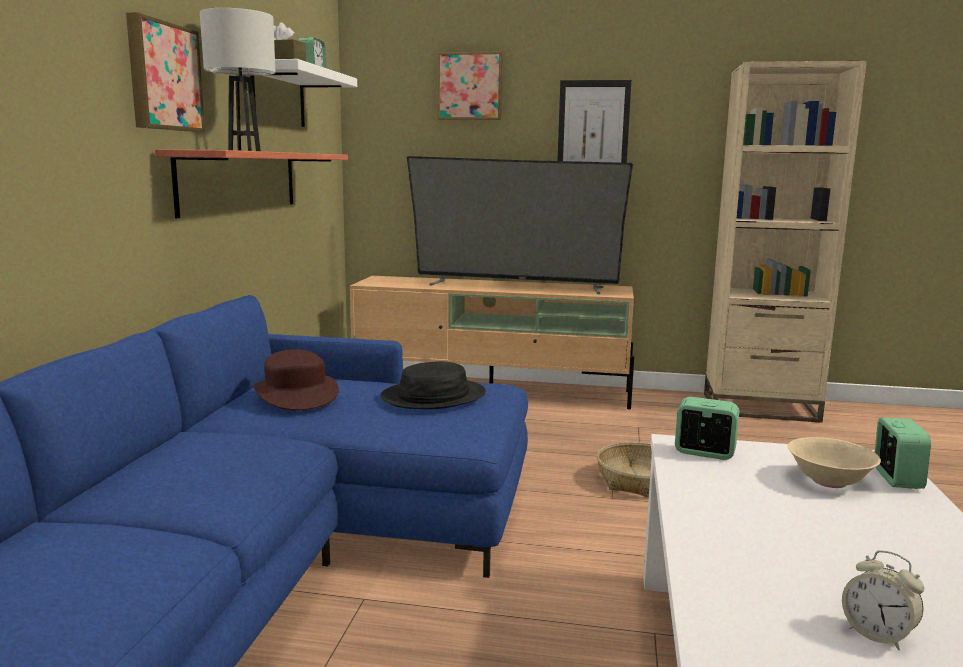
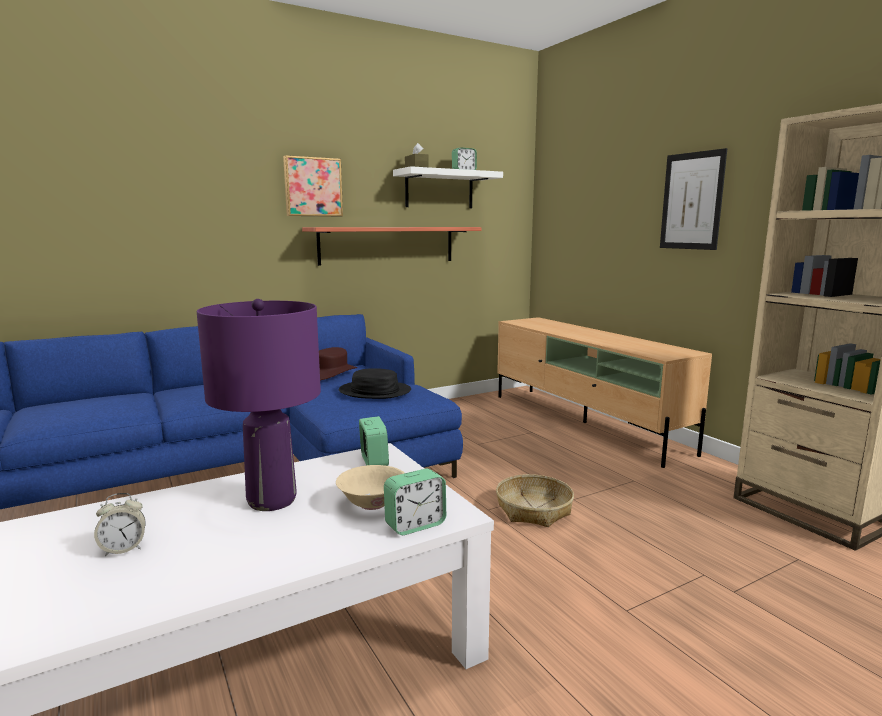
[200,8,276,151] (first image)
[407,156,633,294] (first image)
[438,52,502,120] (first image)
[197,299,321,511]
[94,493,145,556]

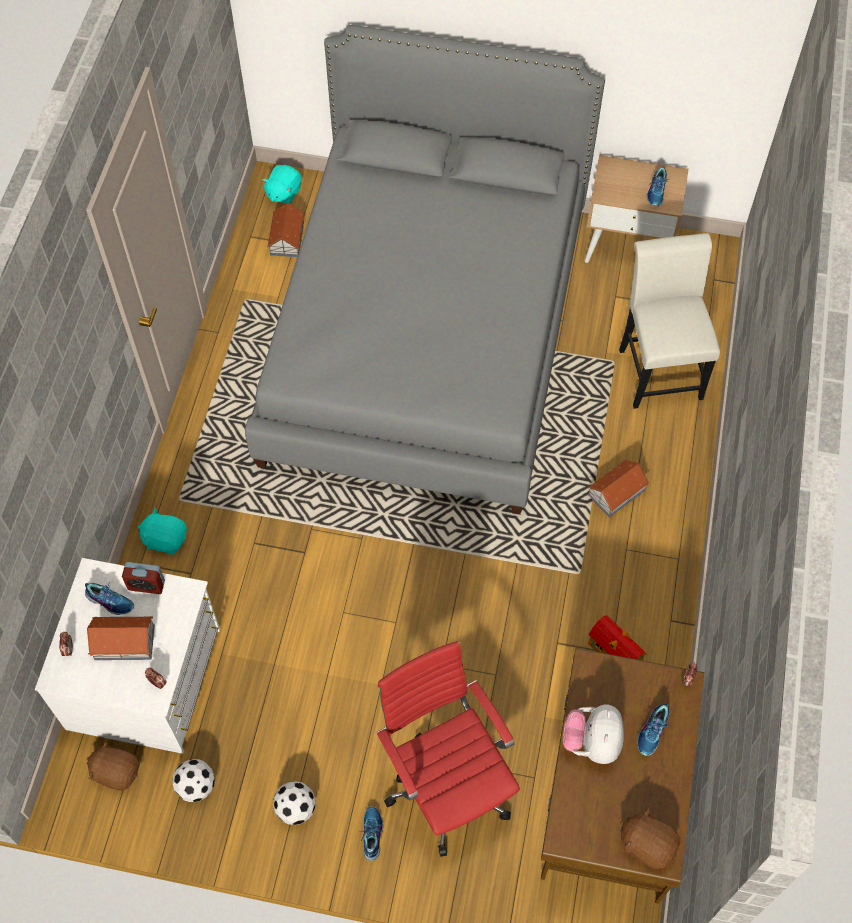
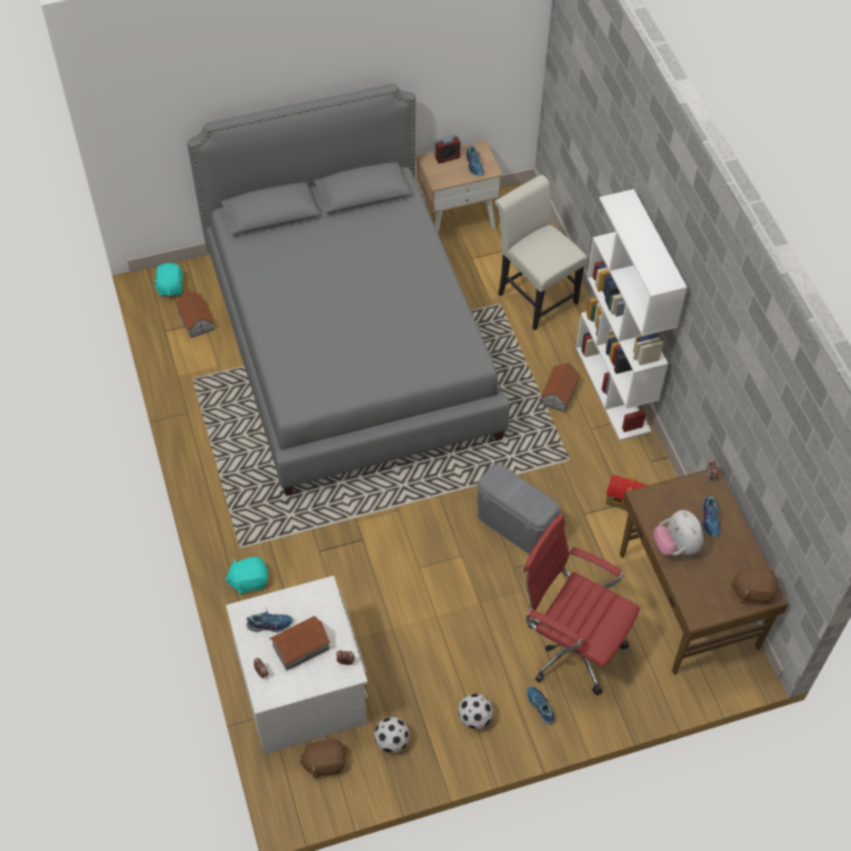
[476,464,560,554]
[576,189,687,441]
[434,134,460,164]

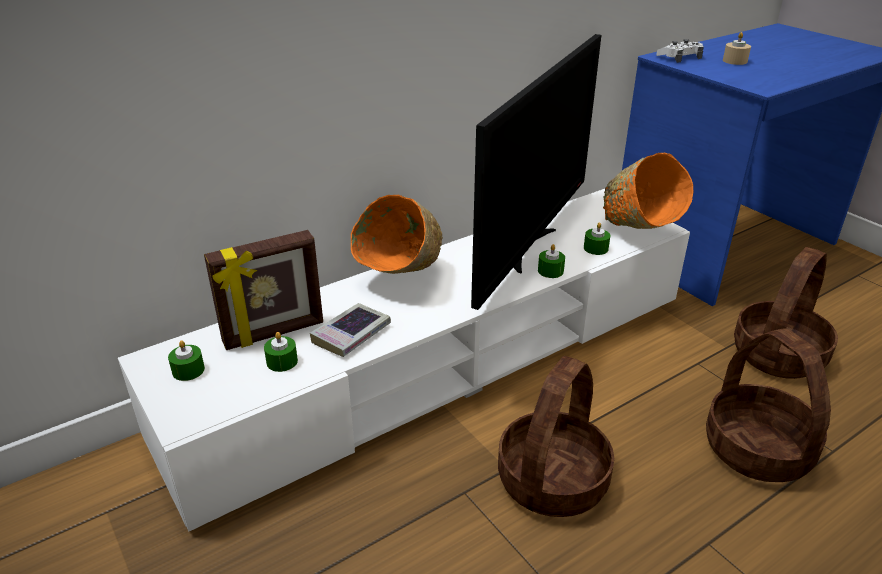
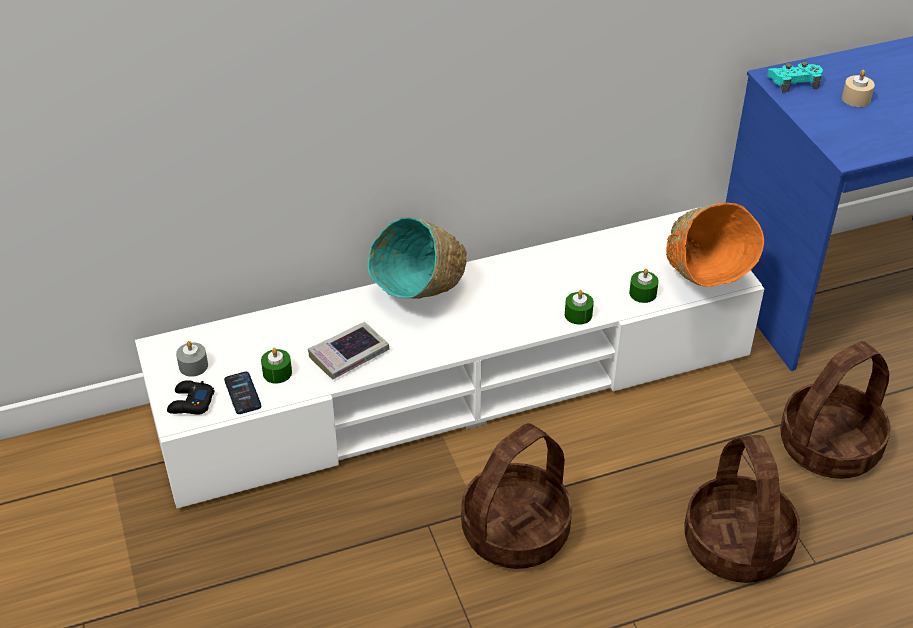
[204,230,323,350] (first image)
[471,34,601,310] (first image)
[167,380,215,414]
[224,372,261,414]
[176,341,208,377]
[368,217,467,299]
[767,61,823,92]

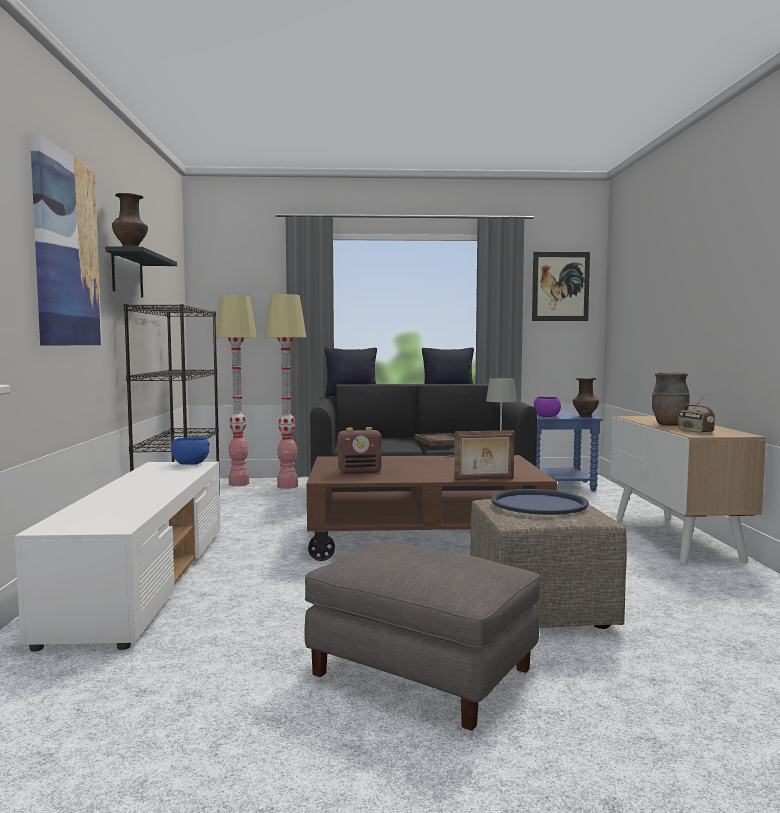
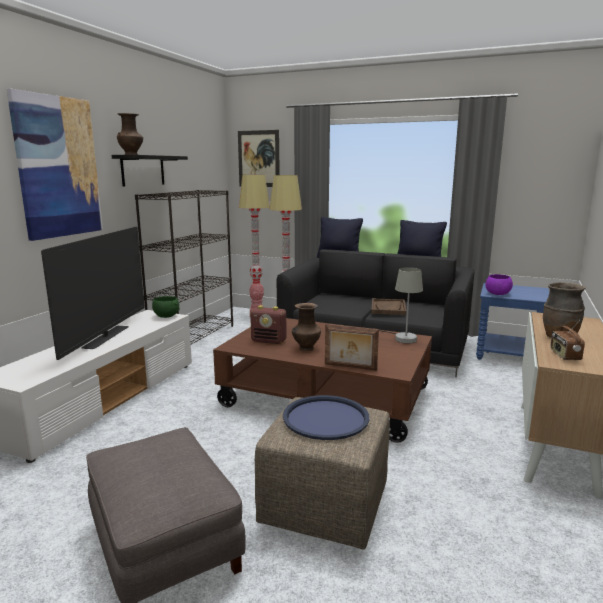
[41,227,145,360]
[238,130,280,187]
[292,303,321,351]
[152,296,180,318]

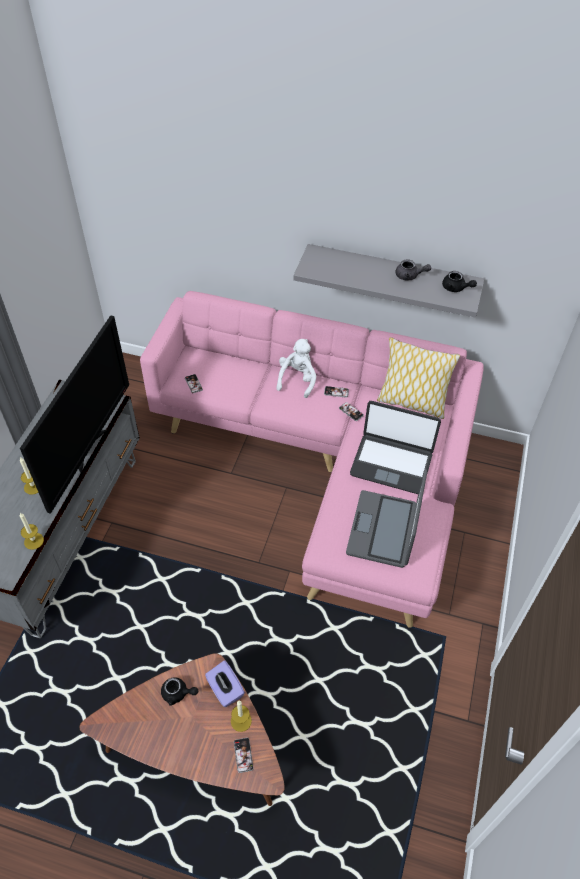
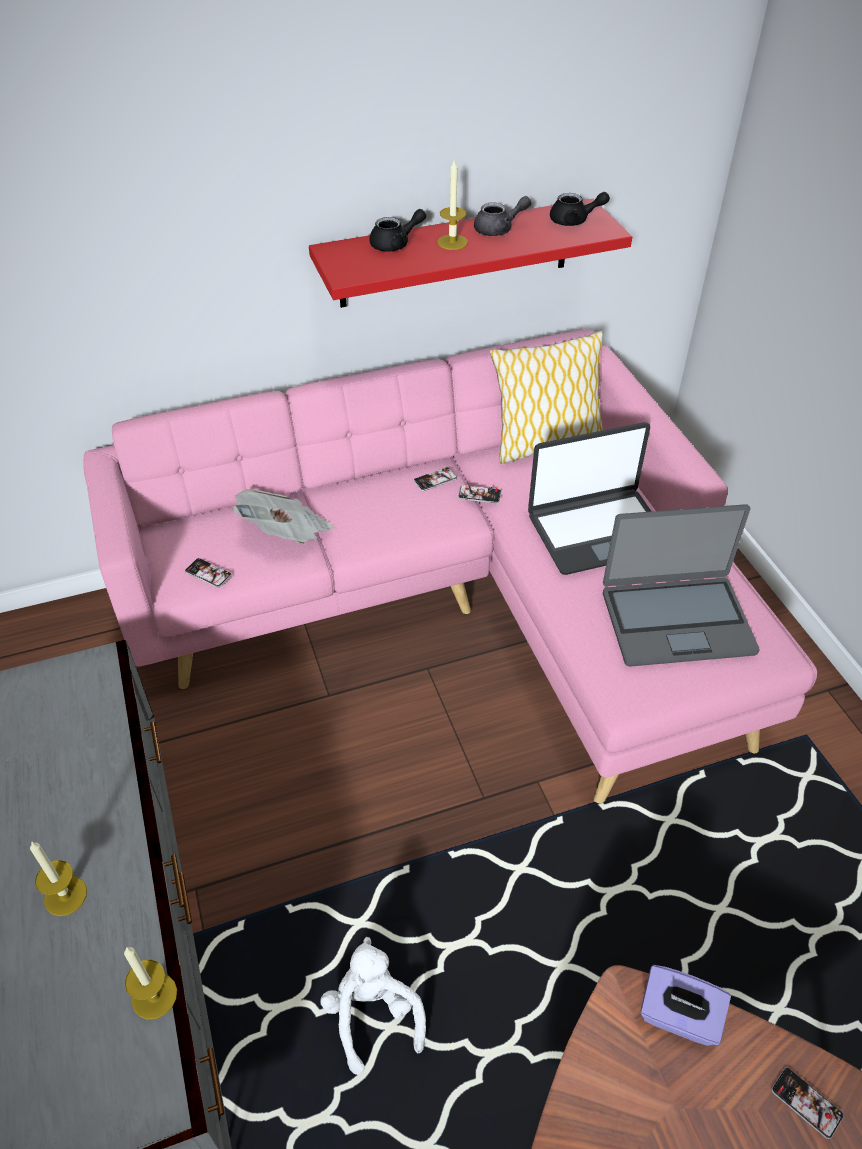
[20,315,129,514] (first image)
[232,489,334,543]
[369,209,426,251]
[437,160,468,250]
[320,937,426,1075]
[309,199,632,308]
[603,504,760,667]

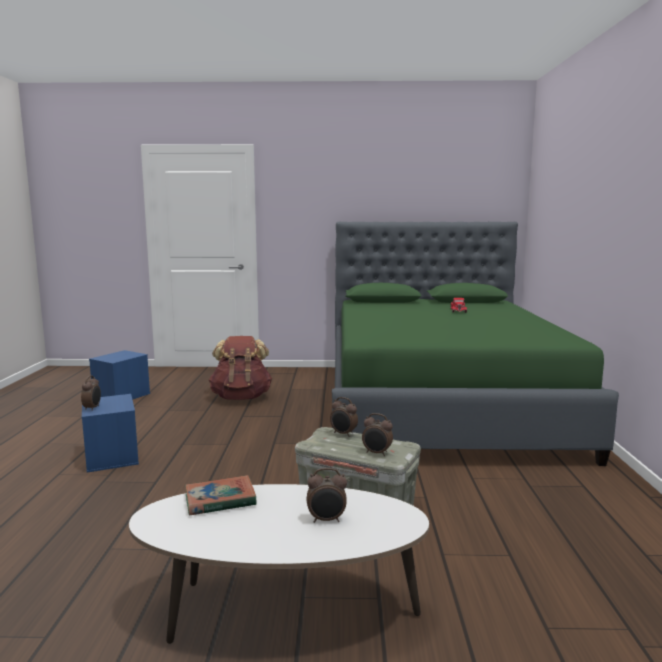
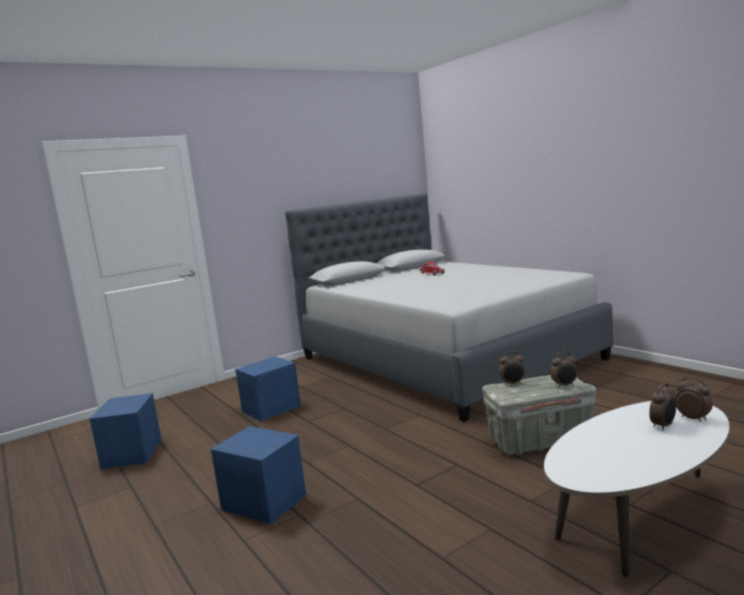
[185,475,257,516] (first image)
[675,377,713,422]
[235,357,301,421]
[285,193,613,422]

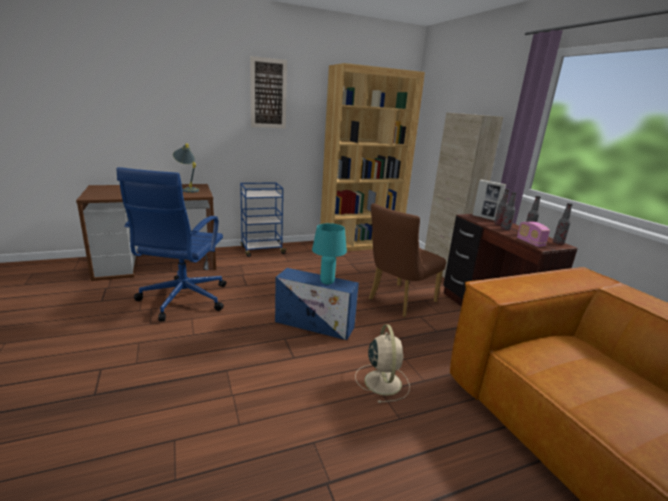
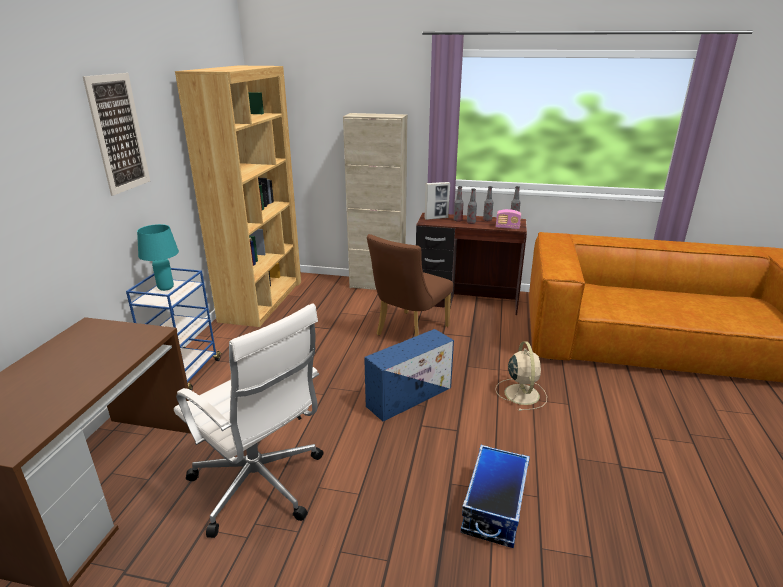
[173,143,199,193] (first image)
[461,445,530,548]
[137,224,179,291]
[174,303,324,538]
[495,341,547,411]
[367,234,453,337]

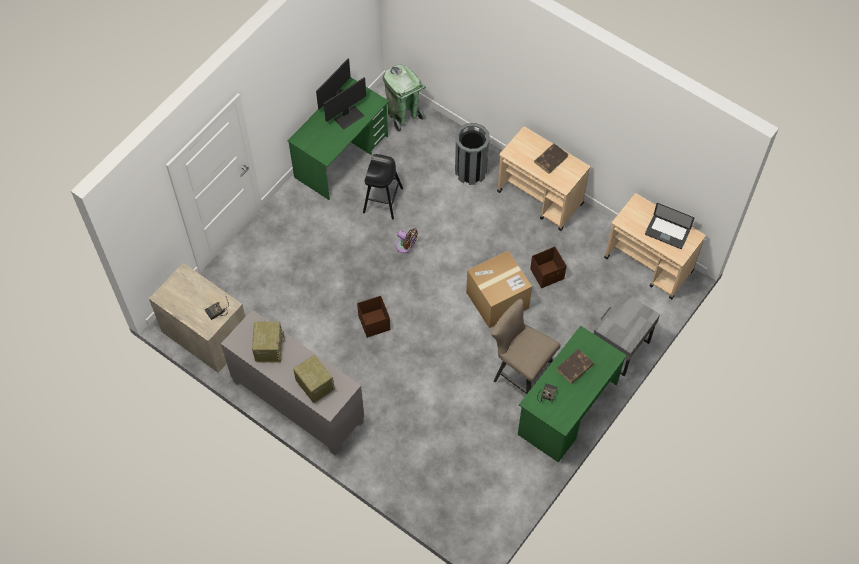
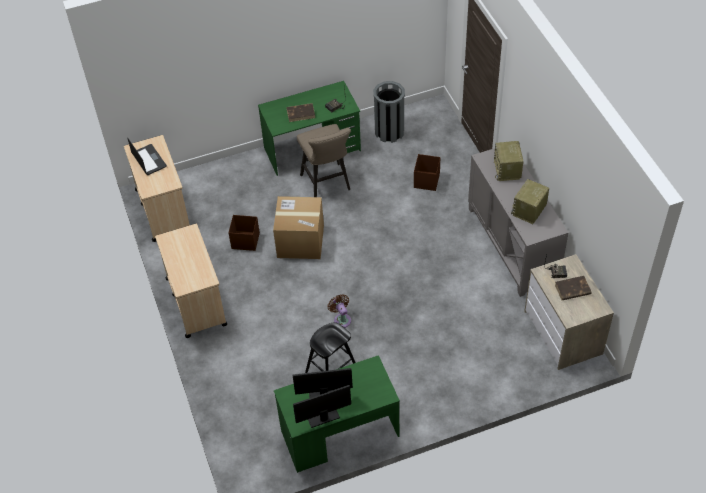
[383,64,426,132] (first image)
[594,292,660,376] (first image)
[414,154,440,191]
[373,81,405,143]
[555,276,592,300]

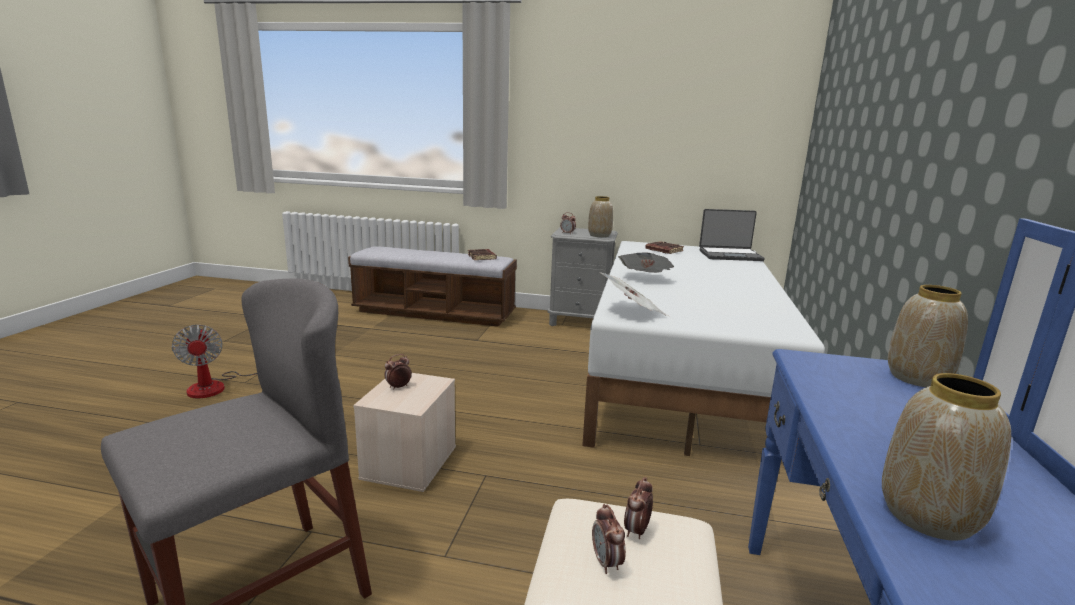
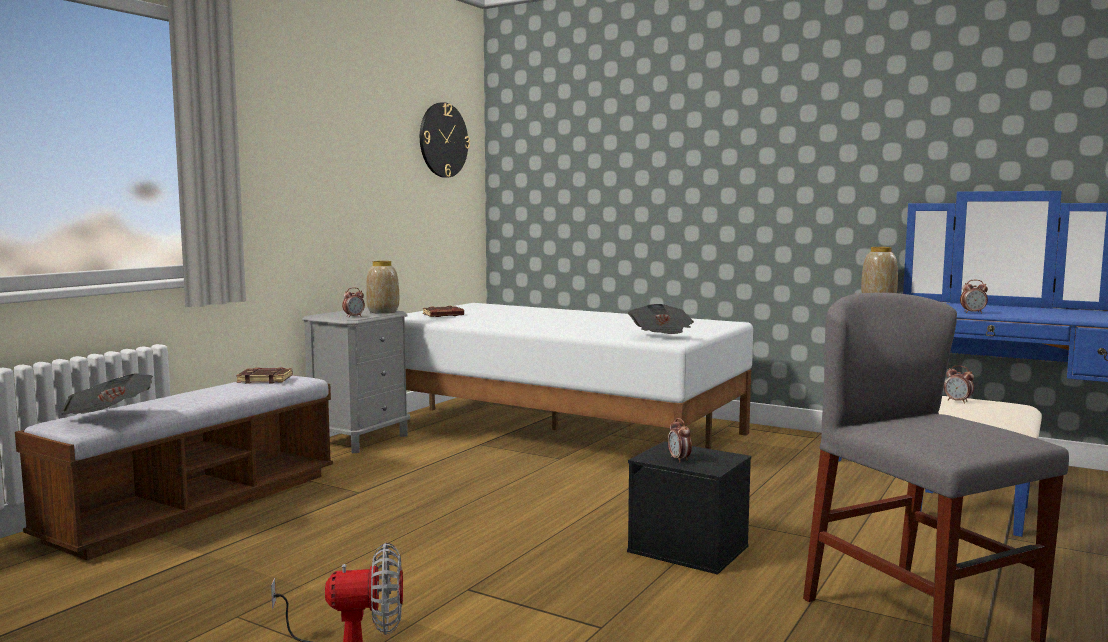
[699,209,765,261] (first image)
[882,373,1011,541] (first image)
[420,102,470,178]
[960,280,988,313]
[61,373,153,415]
[627,441,751,575]

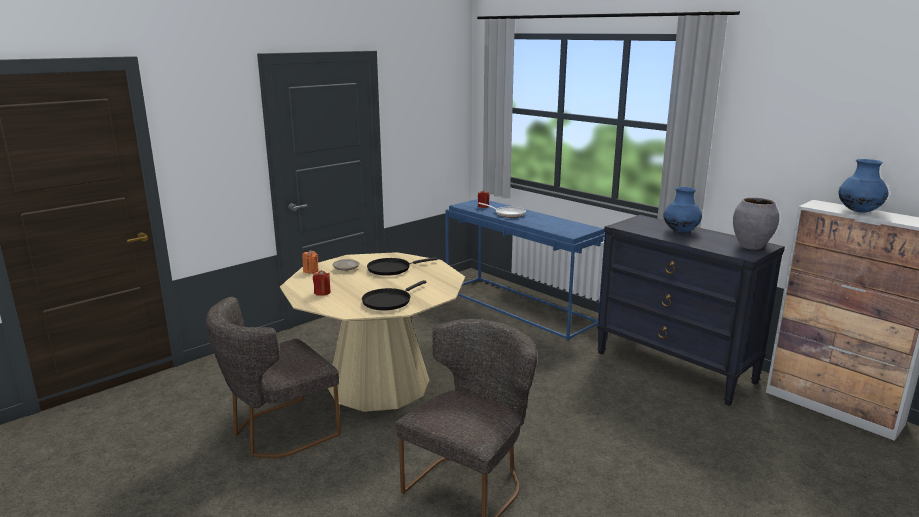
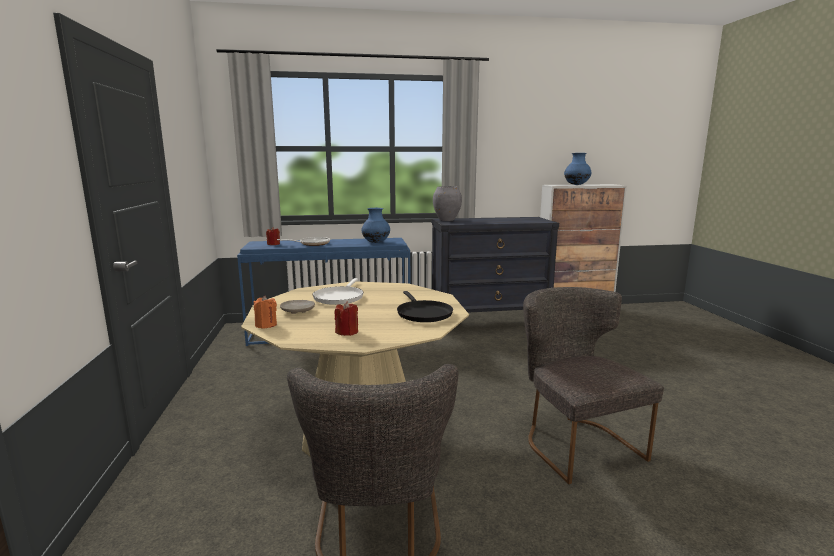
[361,208,390,243]
[433,186,462,221]
[312,278,364,305]

